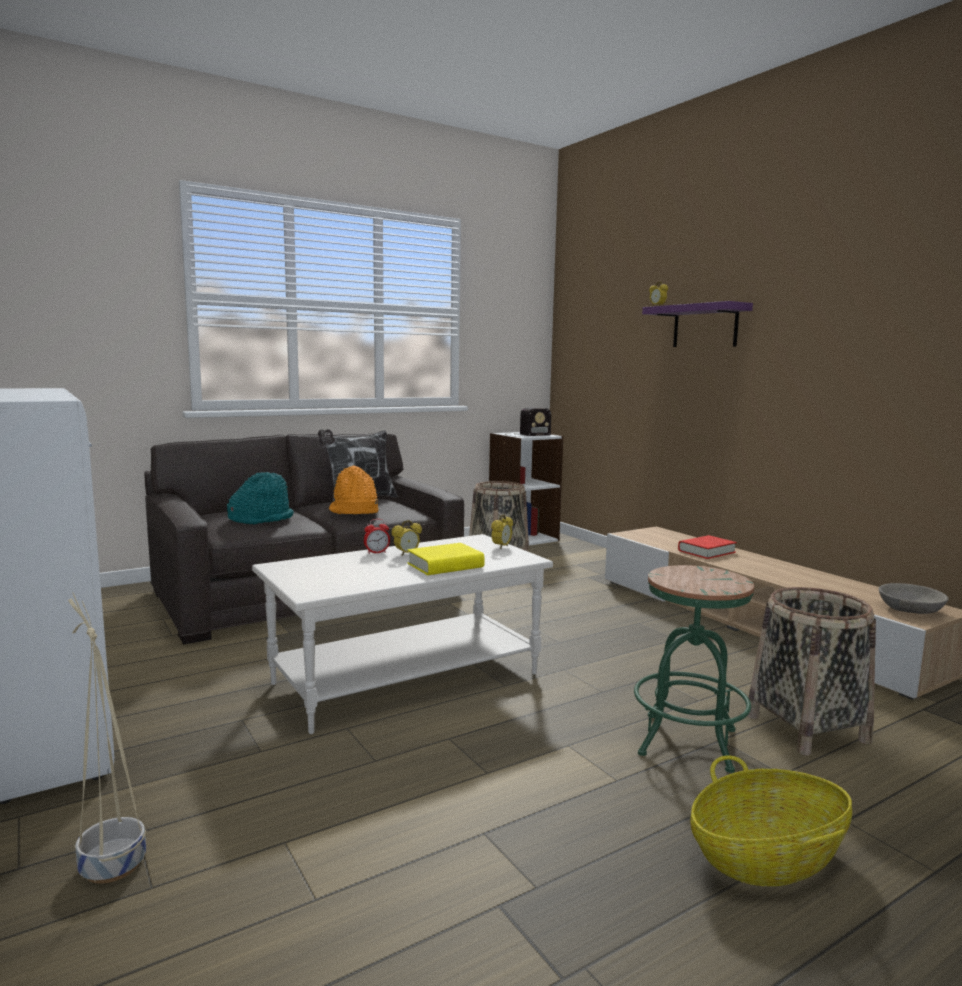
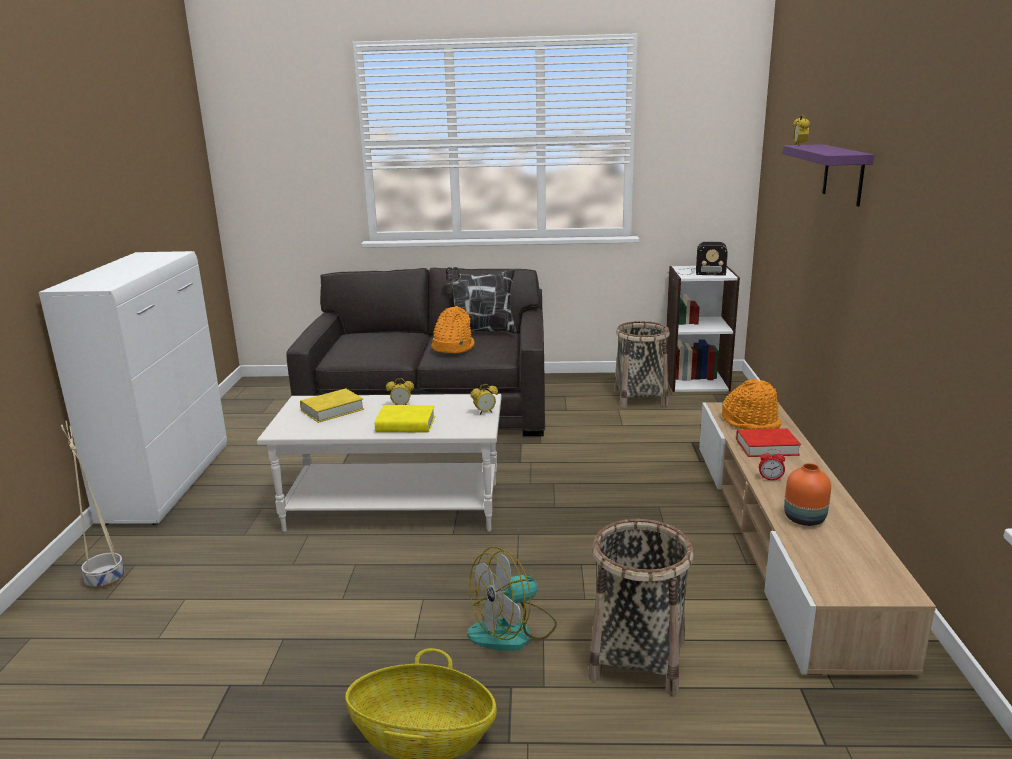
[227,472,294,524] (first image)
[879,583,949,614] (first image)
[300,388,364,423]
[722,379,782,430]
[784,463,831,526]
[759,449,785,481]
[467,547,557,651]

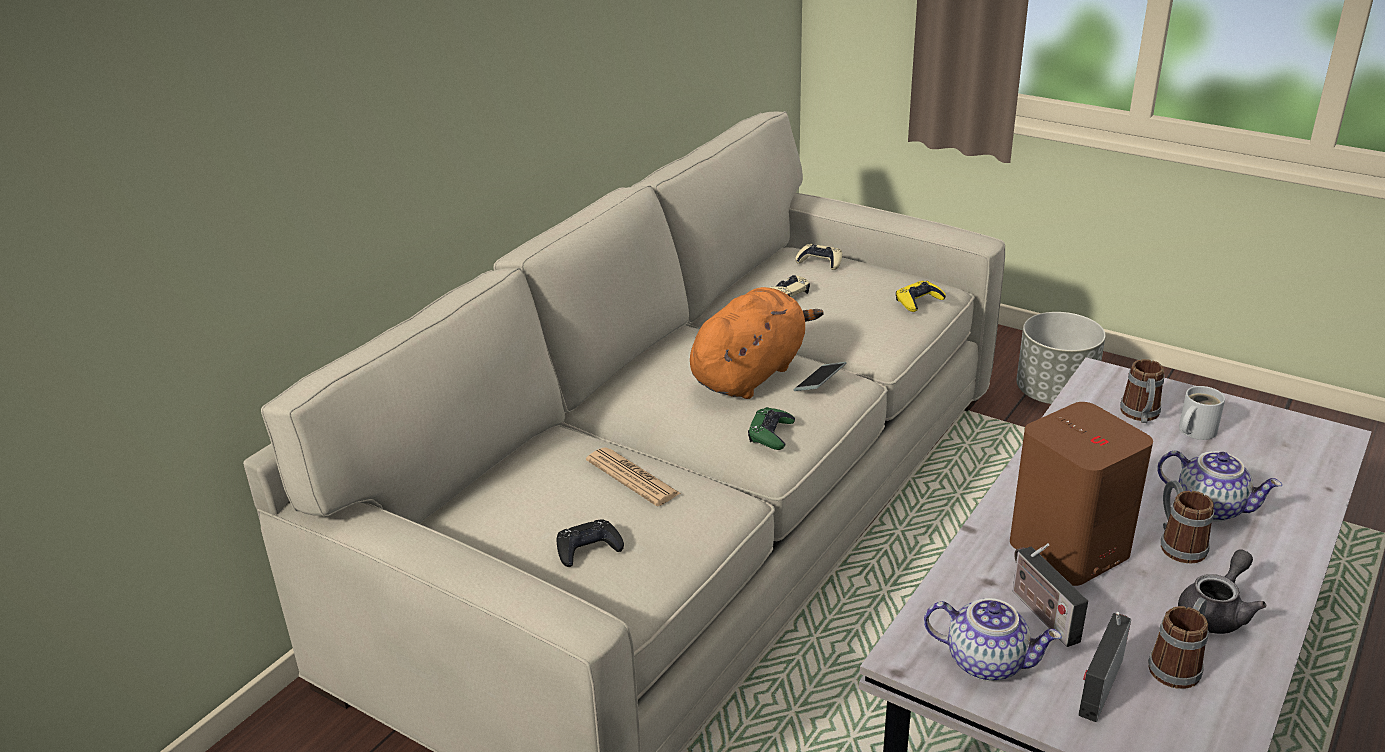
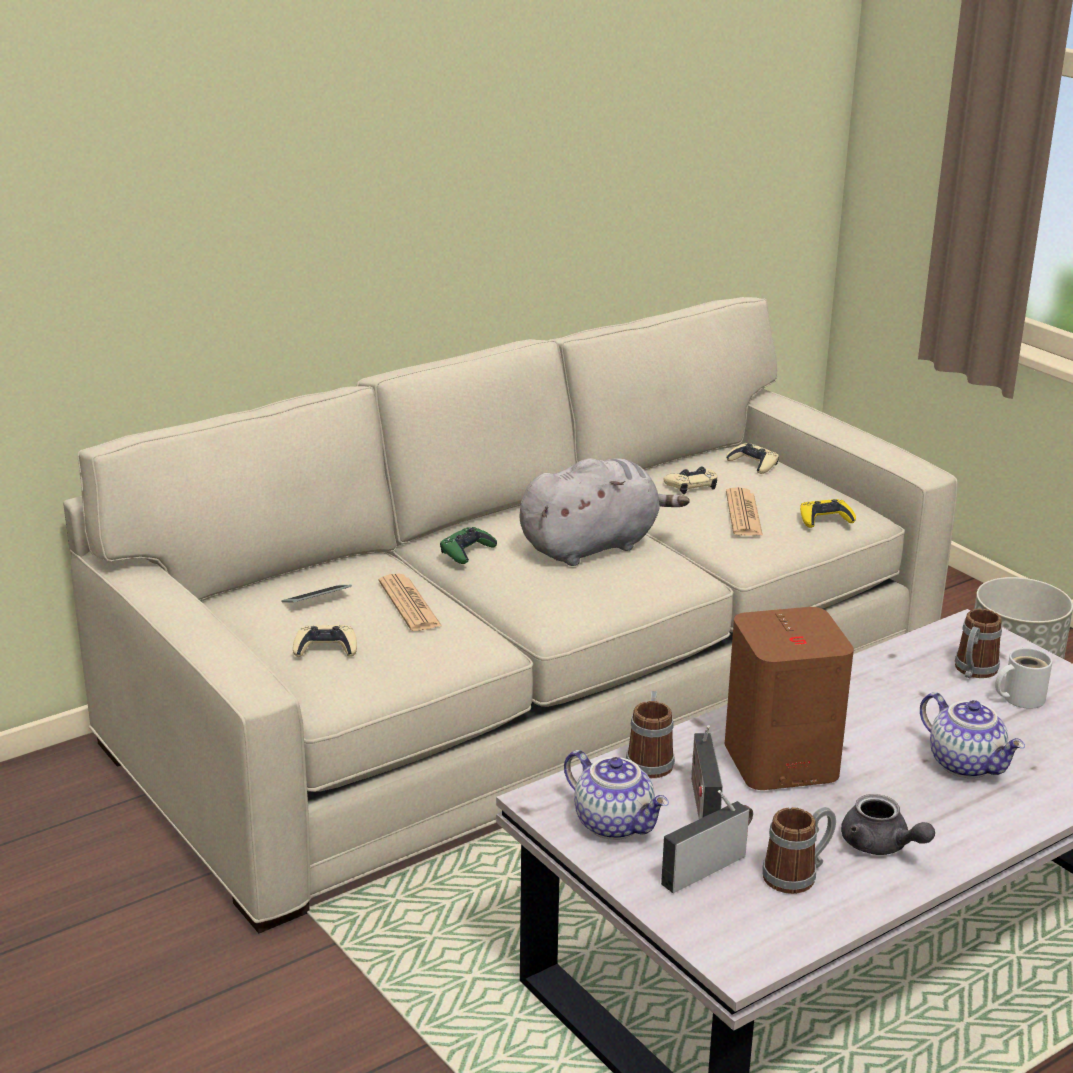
[726,487,763,536]
[440,527,497,564]
[282,585,352,603]
[626,691,675,778]
[293,625,357,657]
[520,458,689,566]
[841,794,935,855]

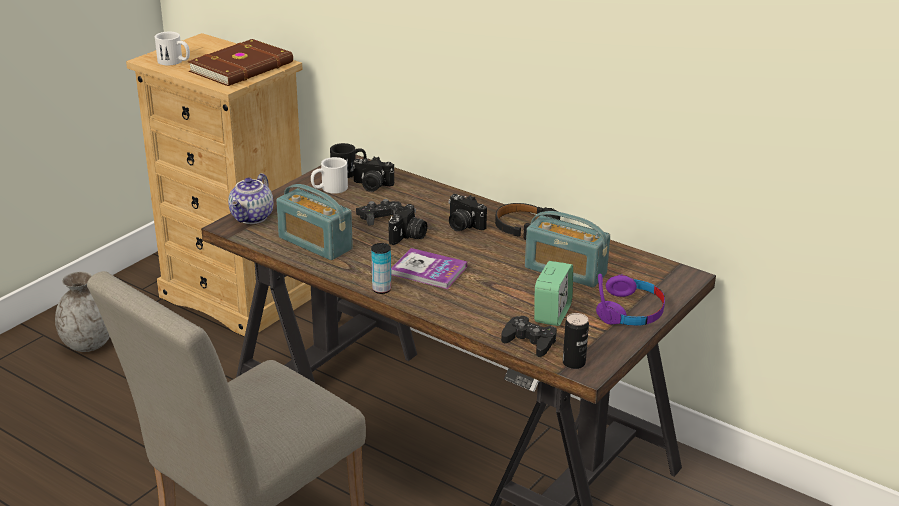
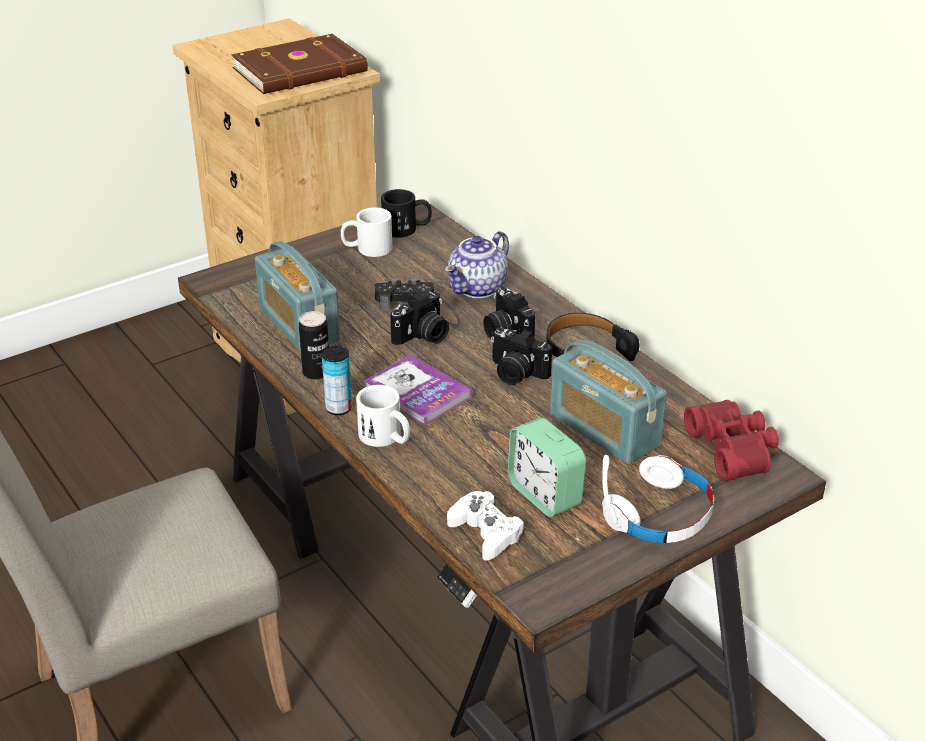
[55,271,110,352] (first image)
[684,400,779,481]
[356,385,410,447]
[445,231,509,298]
[491,328,552,385]
[299,311,329,380]
[447,491,524,561]
[602,455,714,543]
[507,418,586,517]

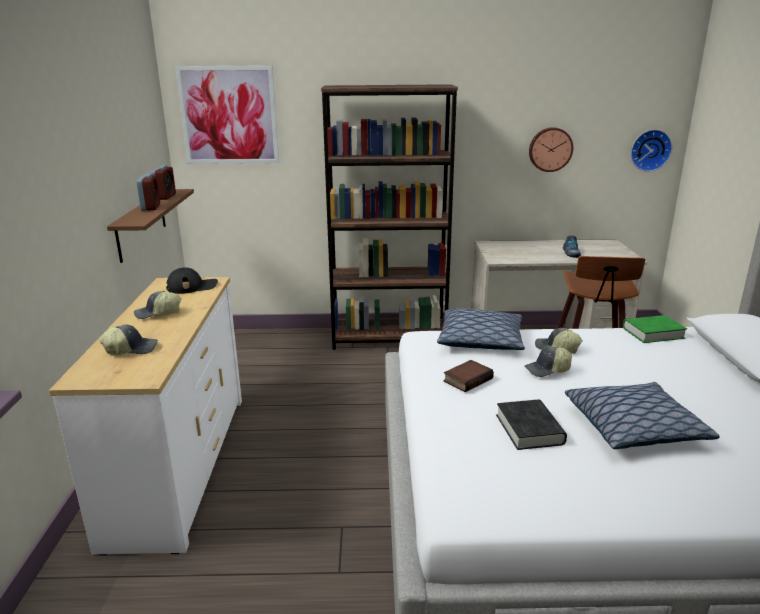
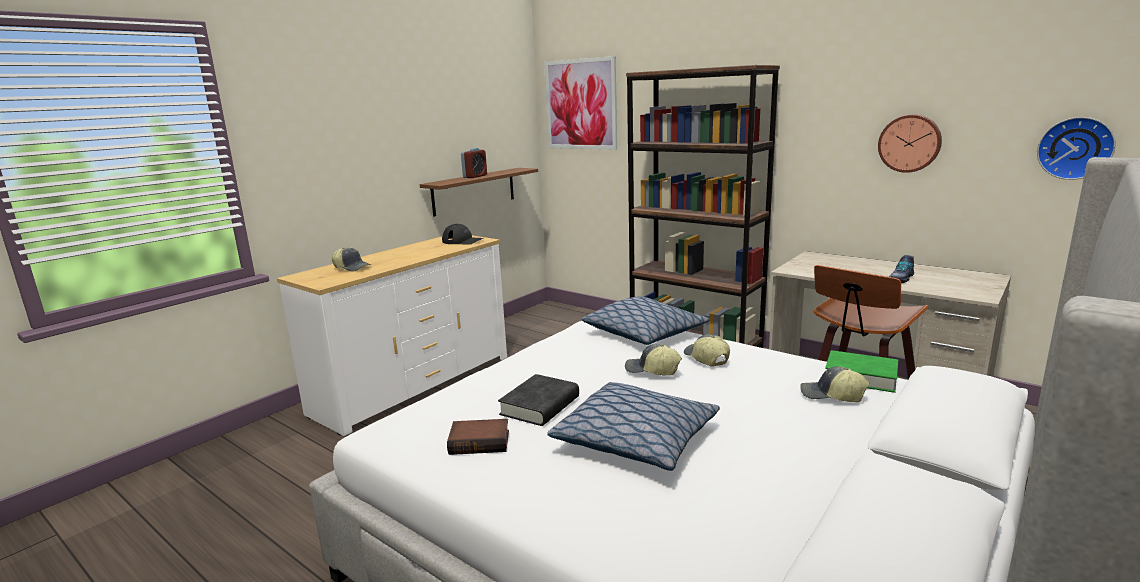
[150,165,176,200] (first image)
[800,366,869,402]
[447,419,509,455]

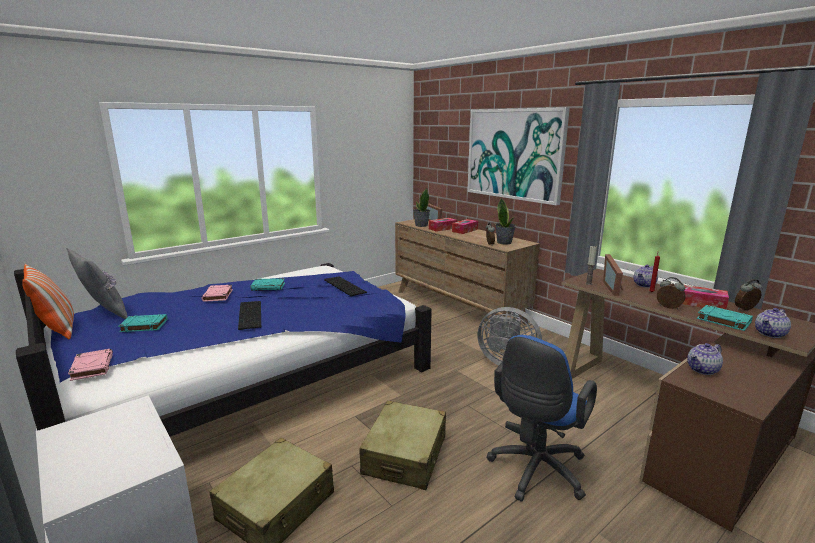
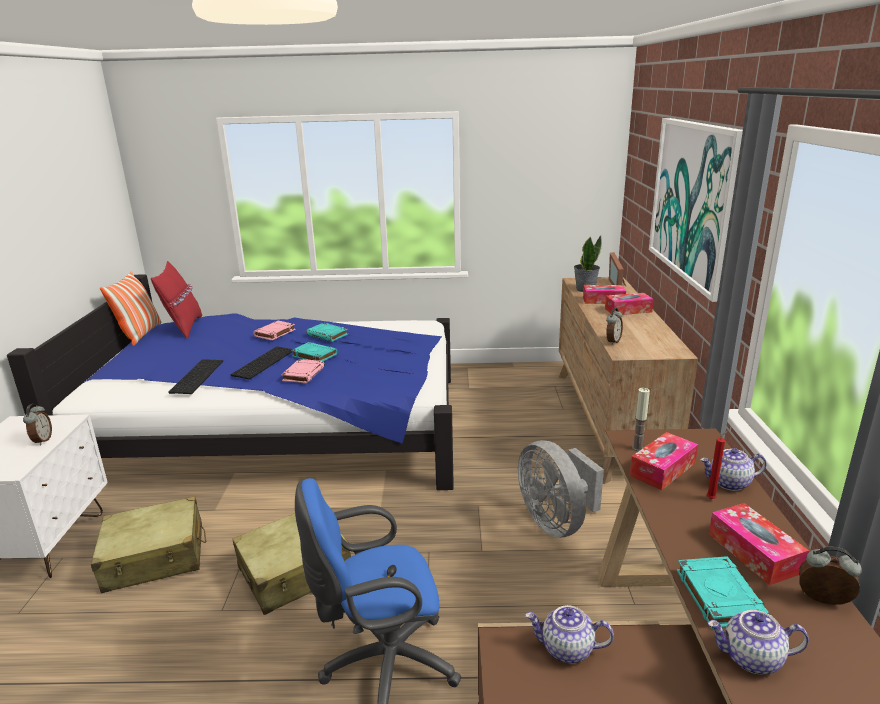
[496,198,516,244] (first image)
[281,359,325,383]
[291,342,337,362]
[169,359,223,394]
[23,404,52,445]
[630,432,698,490]
[151,261,202,339]

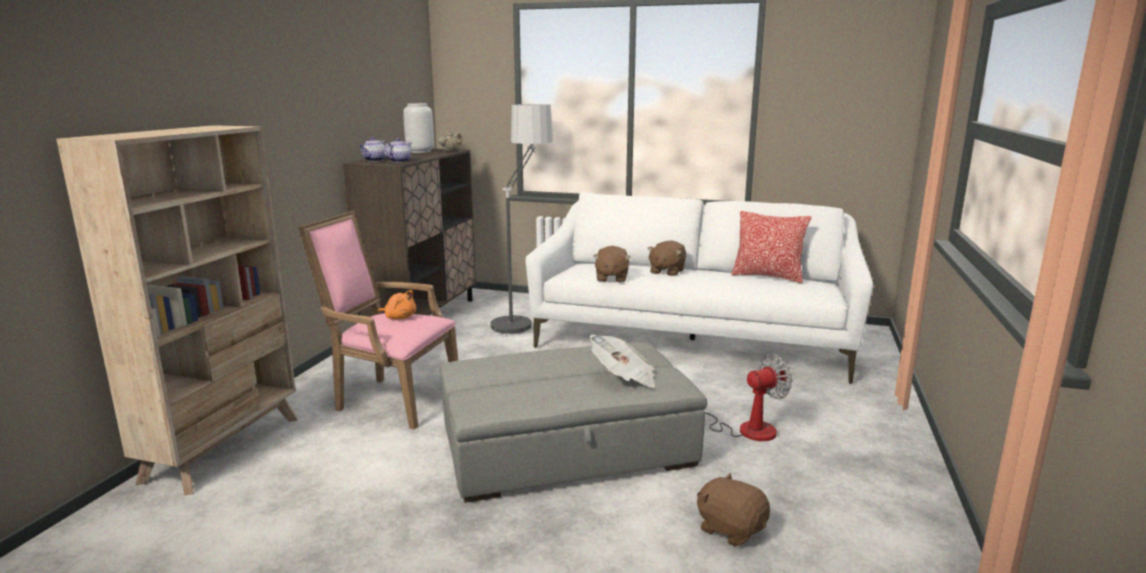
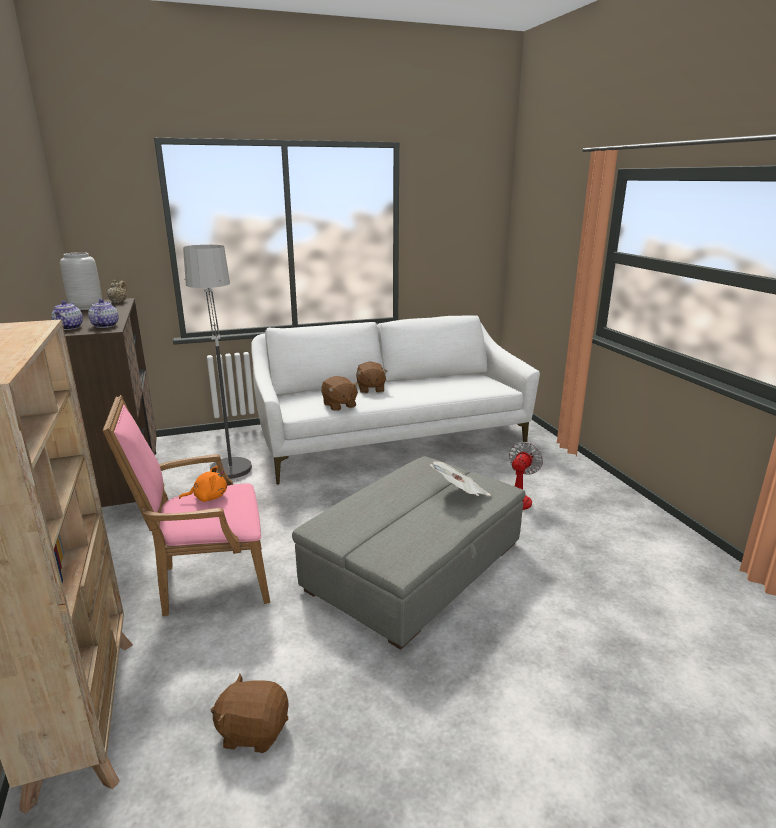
[731,211,812,283] (first image)
[211,674,289,753]

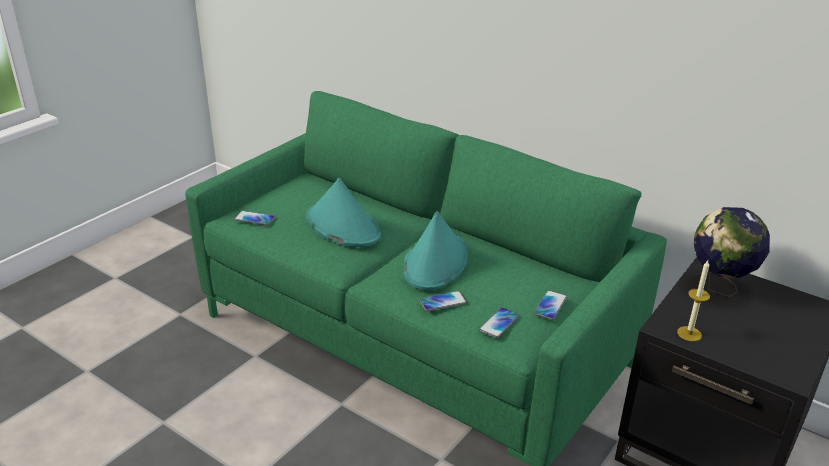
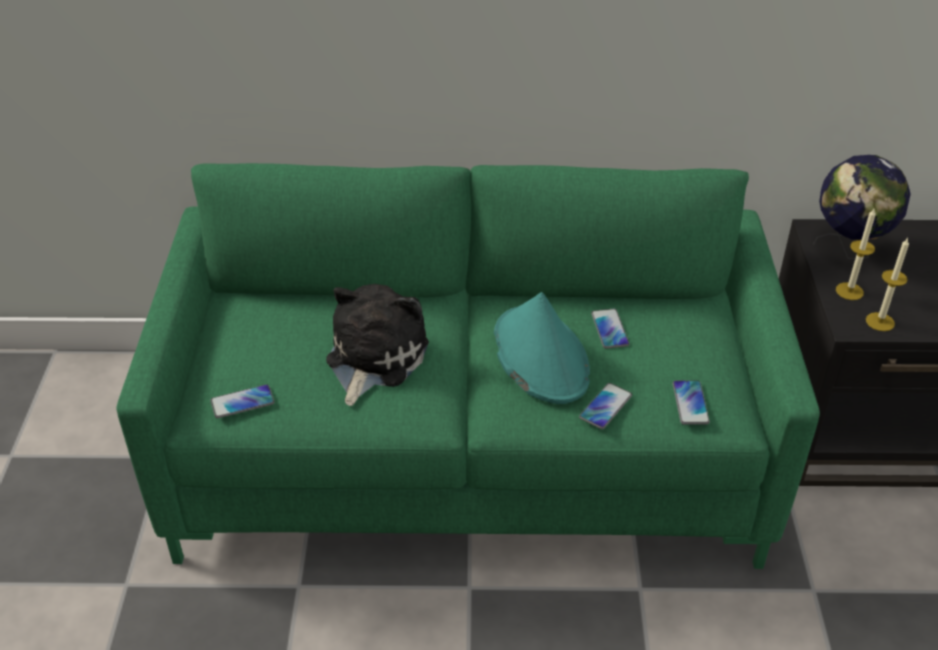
[836,209,876,300]
[591,309,629,349]
[326,284,429,406]

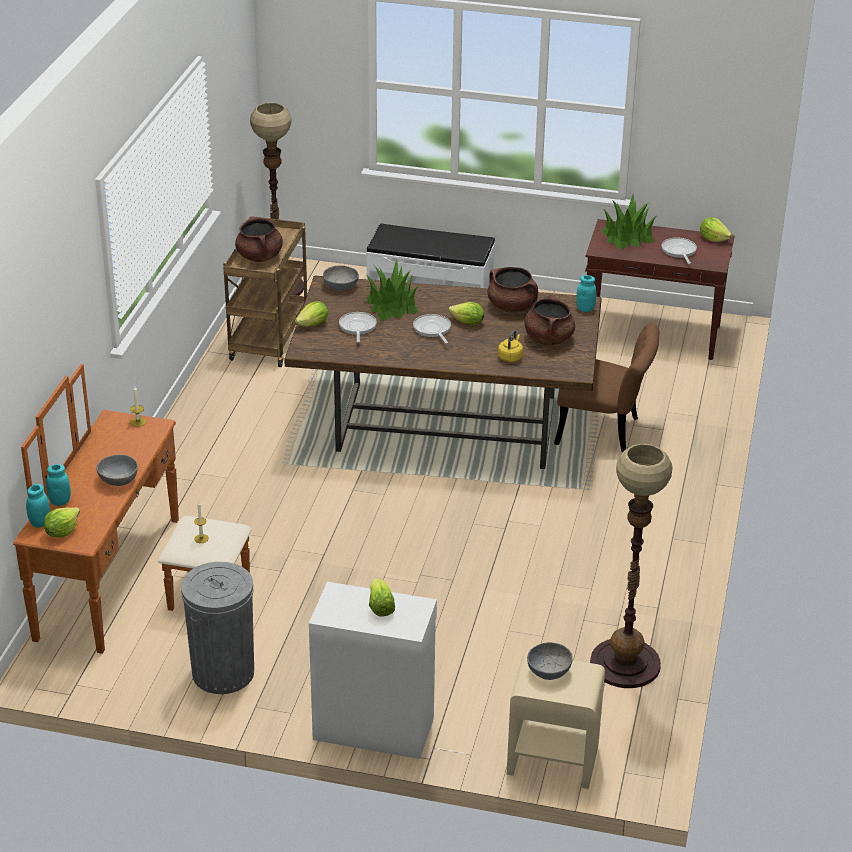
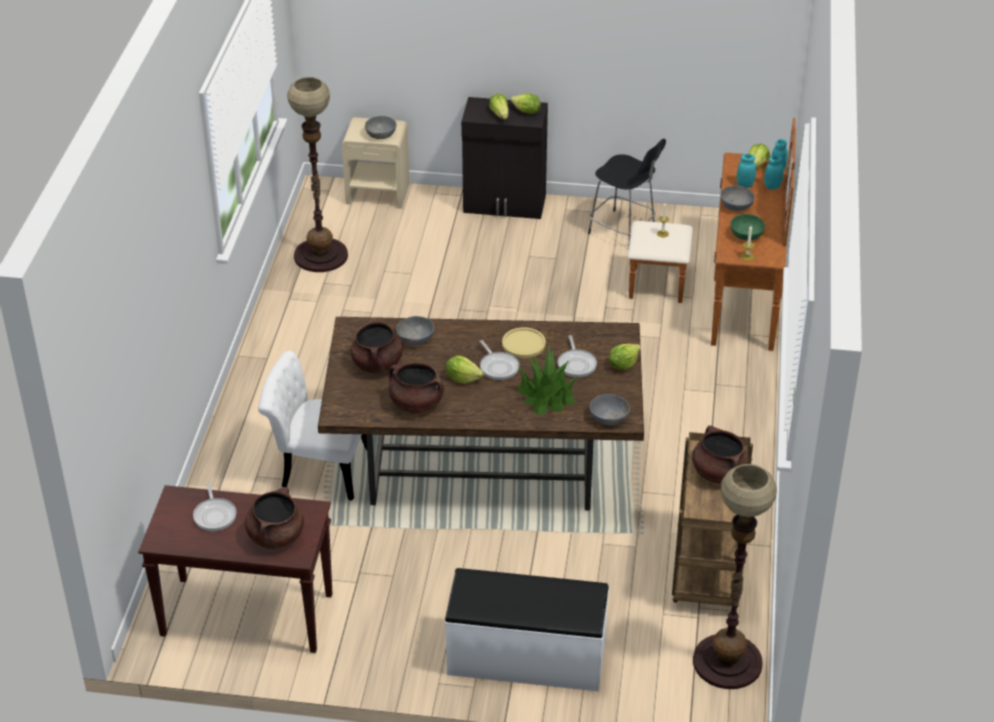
[502,327,546,358]
[730,214,765,240]
[737,154,756,188]
[510,93,541,114]
[588,139,666,250]
[396,316,434,346]
[245,487,304,549]
[461,97,548,219]
[258,351,367,501]

